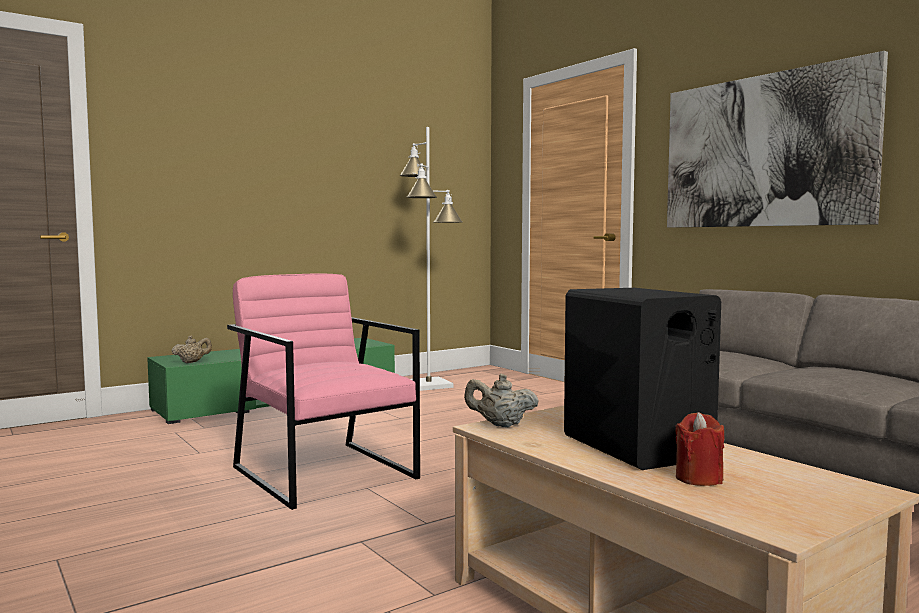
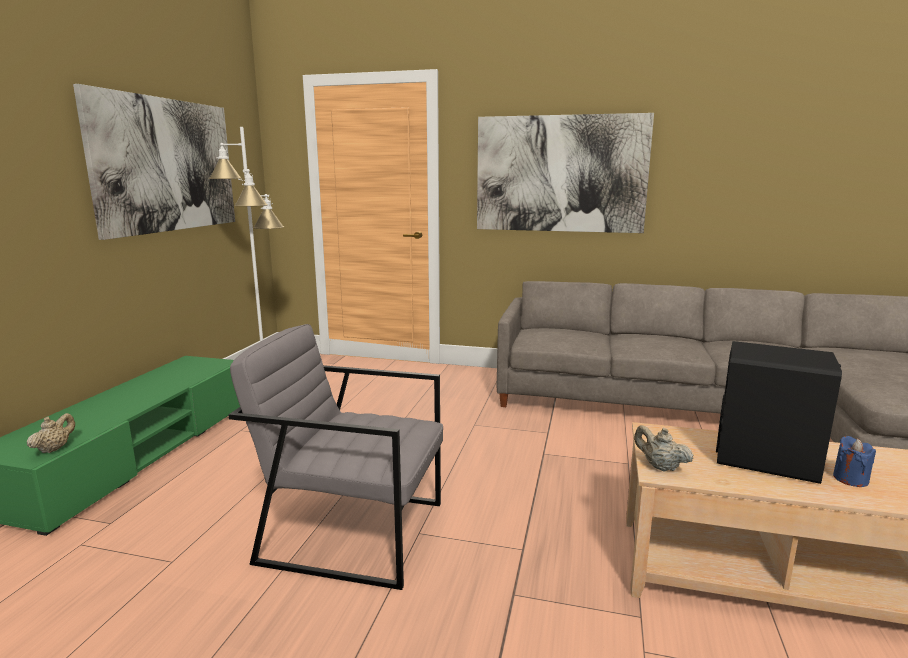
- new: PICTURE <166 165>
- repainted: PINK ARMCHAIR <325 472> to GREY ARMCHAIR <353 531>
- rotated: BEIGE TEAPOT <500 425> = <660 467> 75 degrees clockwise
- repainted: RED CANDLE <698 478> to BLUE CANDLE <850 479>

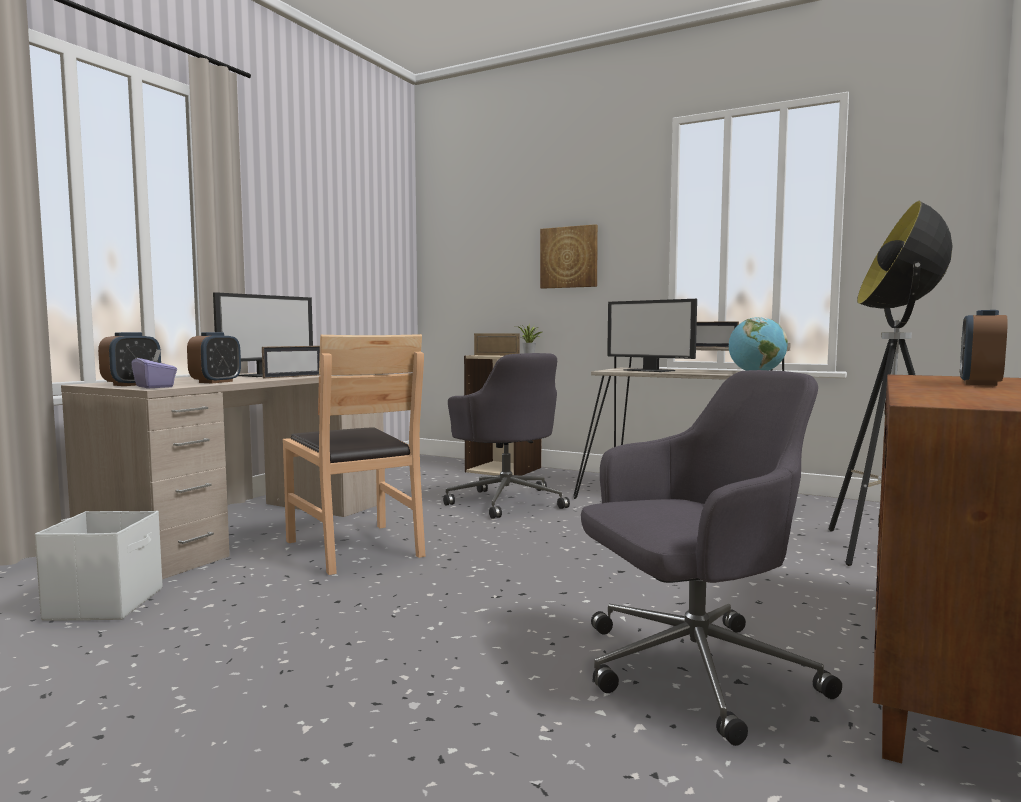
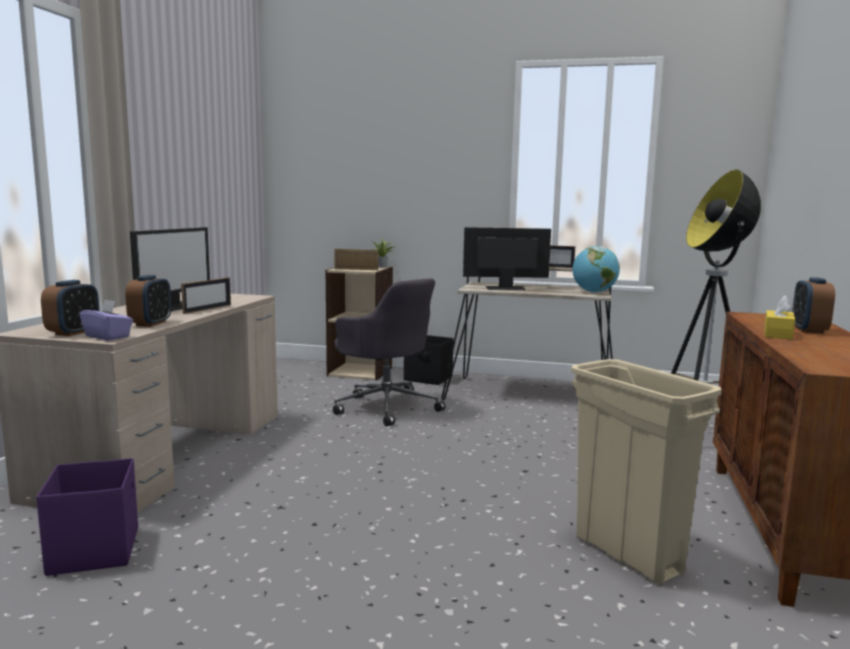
- repainted: WHITE STORAGE BOX <107 603> to PURPLE STORAGE BOX <95 550>
- new: BLACK STORAGE BOX <428 378>
- rotated: MONITOR <650 370> = <504 288> 150 degrees clockwise
- swapped: GREY OFFICE CHAIR <691 671> to BEIGE TRASH CAN <628 555>
- new: YELLOW TISSUE BOX <778 334>
- gone: BROWN CHAIR <355 548>
- gone: PICTURE <569 257>

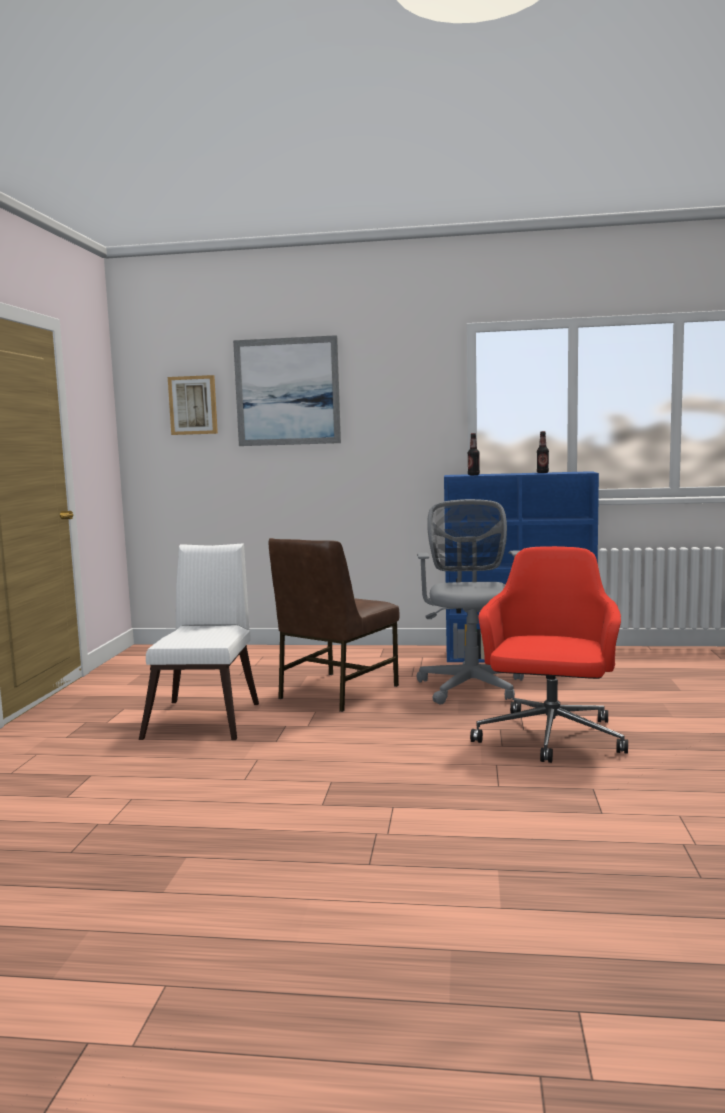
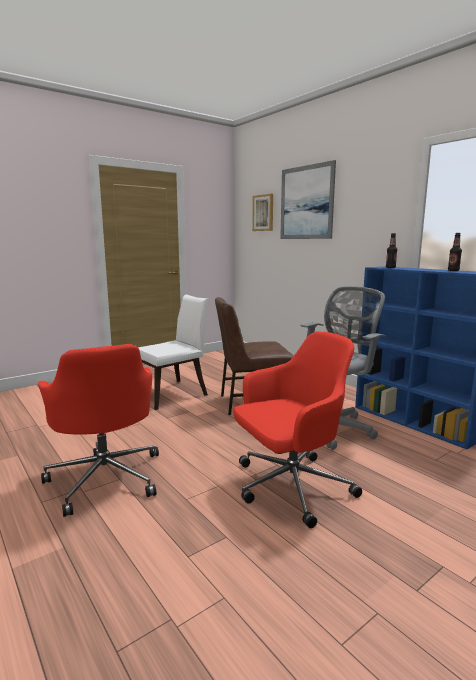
- new: RED OFFICE CHAIR <106 477>

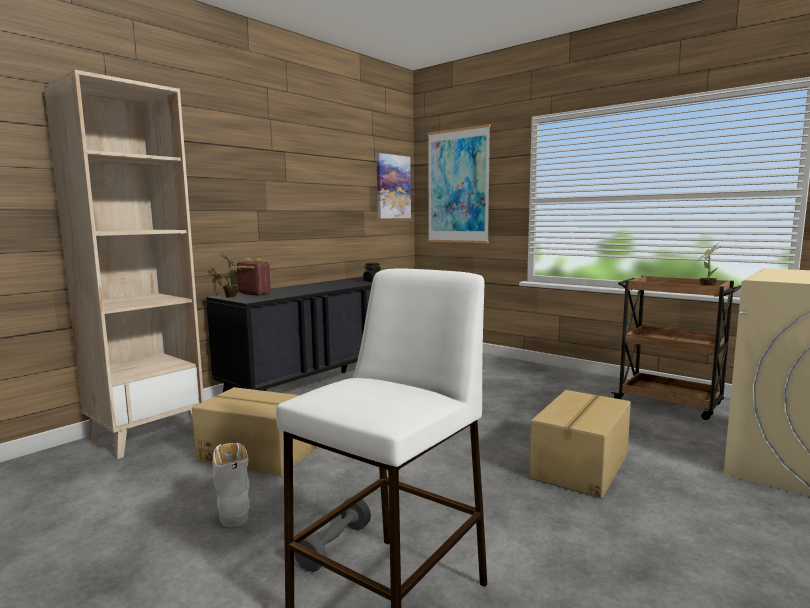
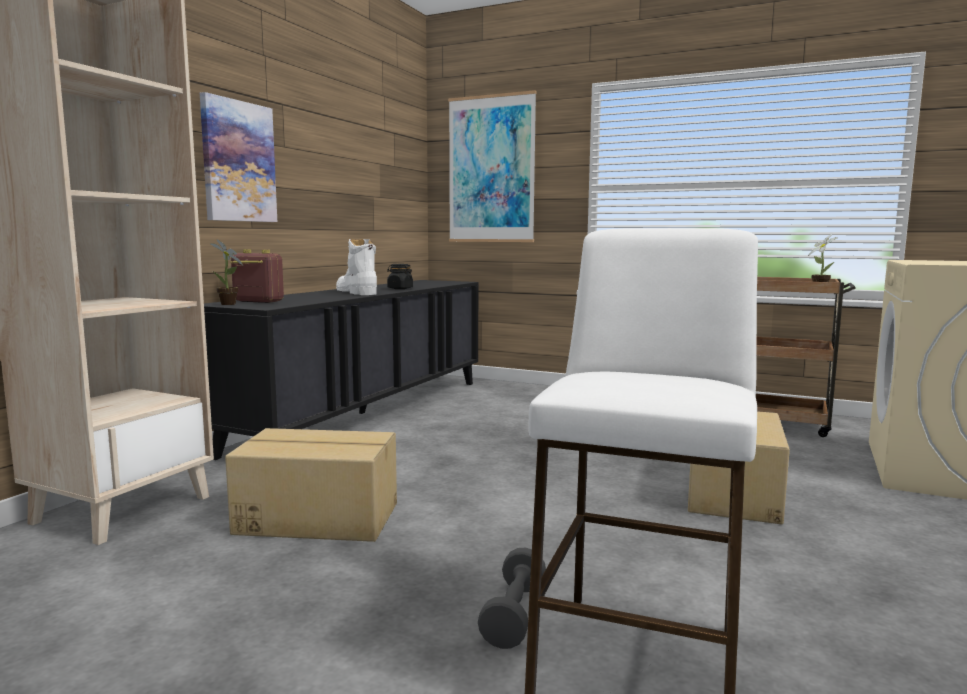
- shifted: PICTURE <393 187> to <238 162>
- shifted: WHITE BOOT <234 503> to <356 292>

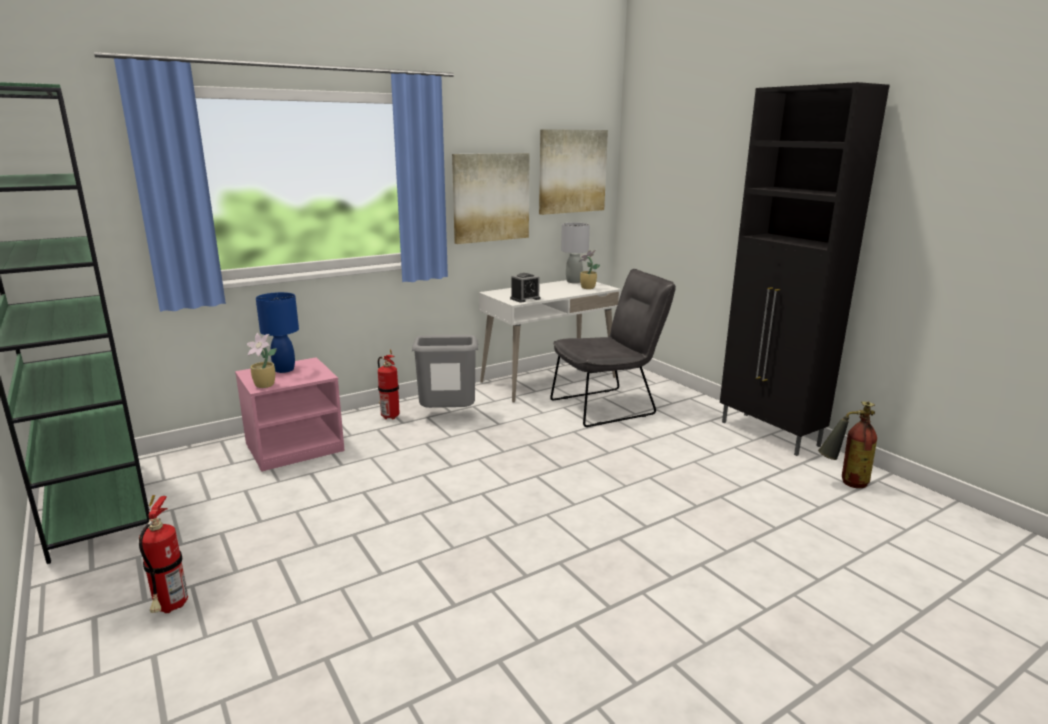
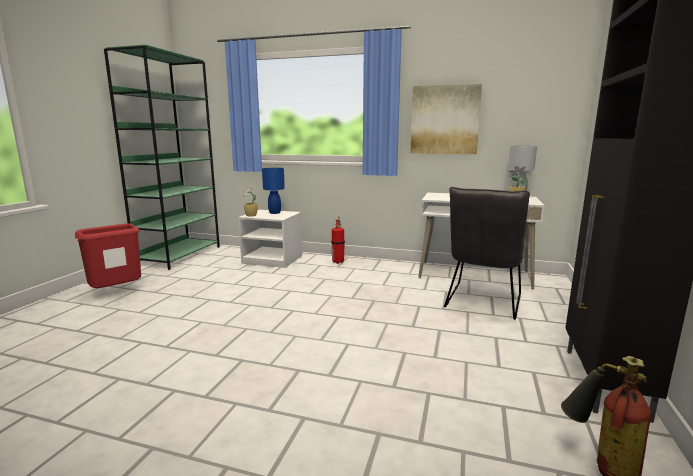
- swapped: FIRE EXTINGUISHER <170 608> to RED TRASH CAN <117 293>
- repainted: PINK NIGHTSTAND <295 447> to WHITE NIGHTSTAND <273 260>
- rotated: GREY CHAIR <608 406> = <482 303> 90 degrees clockwise
- gone: GREY TRASH CAN <447 416>
- gone: ALARM CLOCK <525 299>
- gone: PICTURE <572 171>

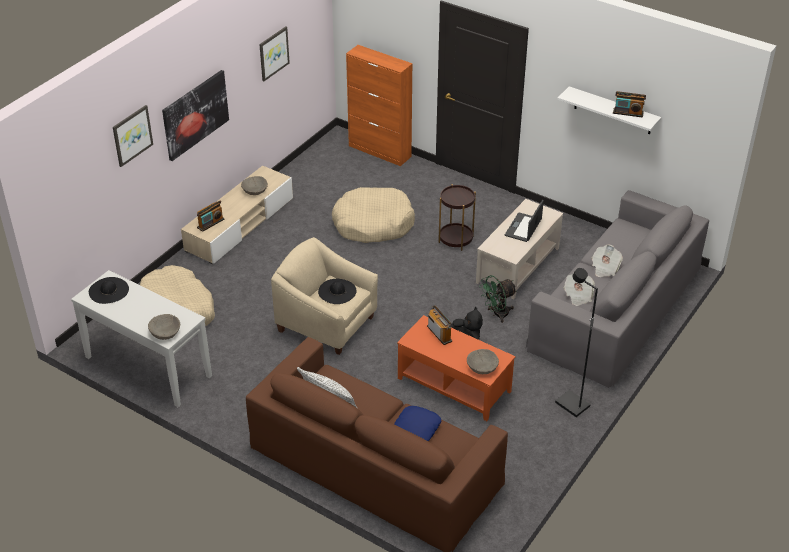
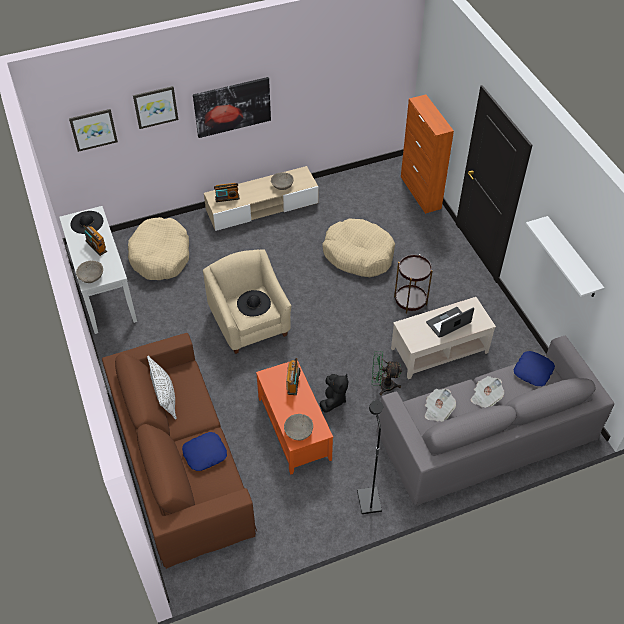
- shifted: PICTURE <273 53> to <93 129>
- shifted: RADIO <628 113> to <96 246>
- new: BLUE PILLOW <533 371>

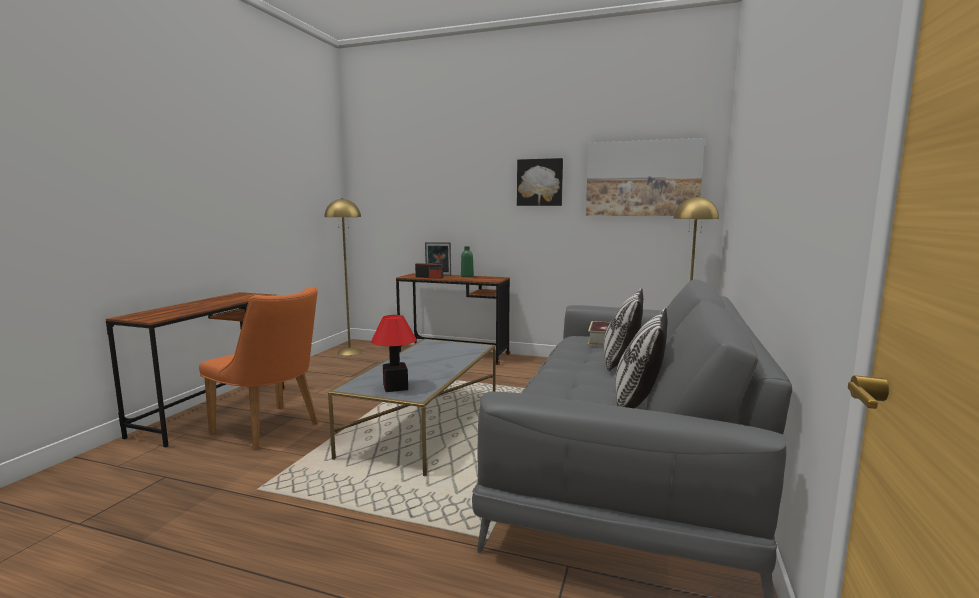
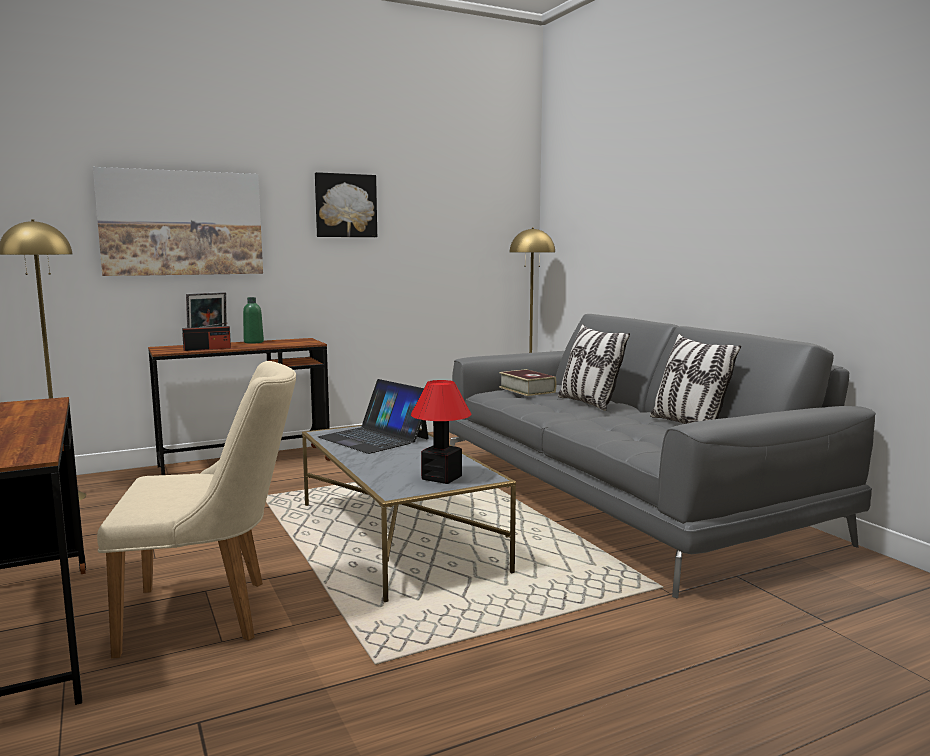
- shifted: PICTURE <642 178> to <182 223>
- repainted: ORANGE CHAIR <272 429> to BEIGE CHAIR <212 613>
- new: LAPTOP <374 438>

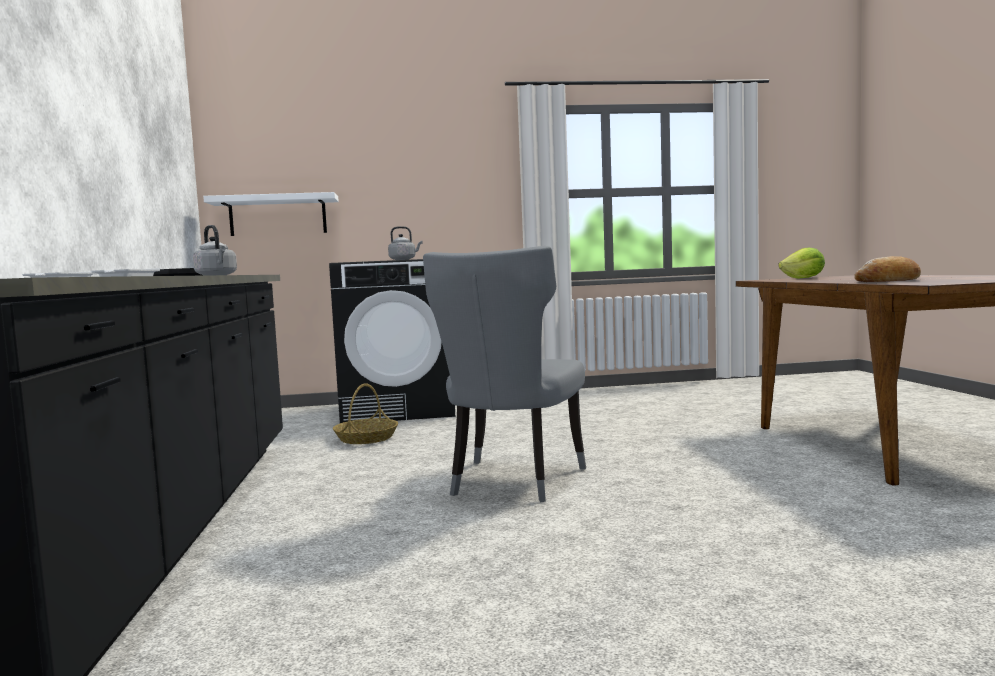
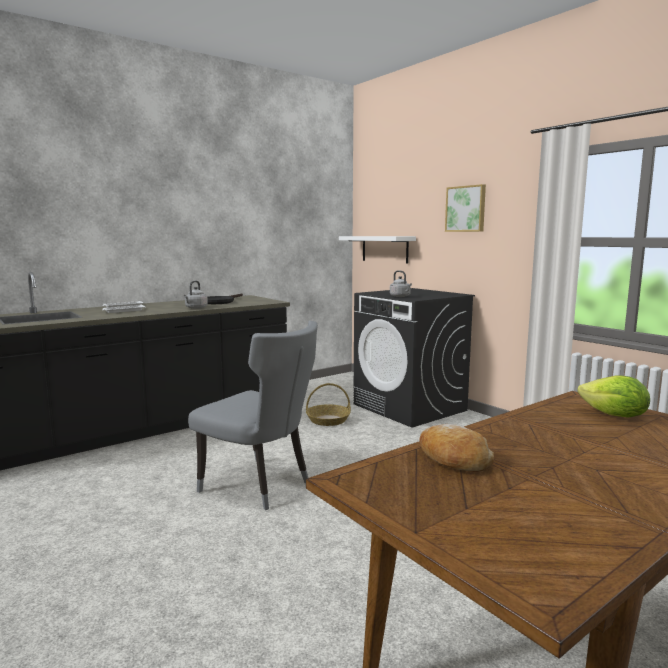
- rotated: GREY CHAIR <512 482> = <260 486> 135 degrees counterclockwise
- new: PICTURE <466 209>

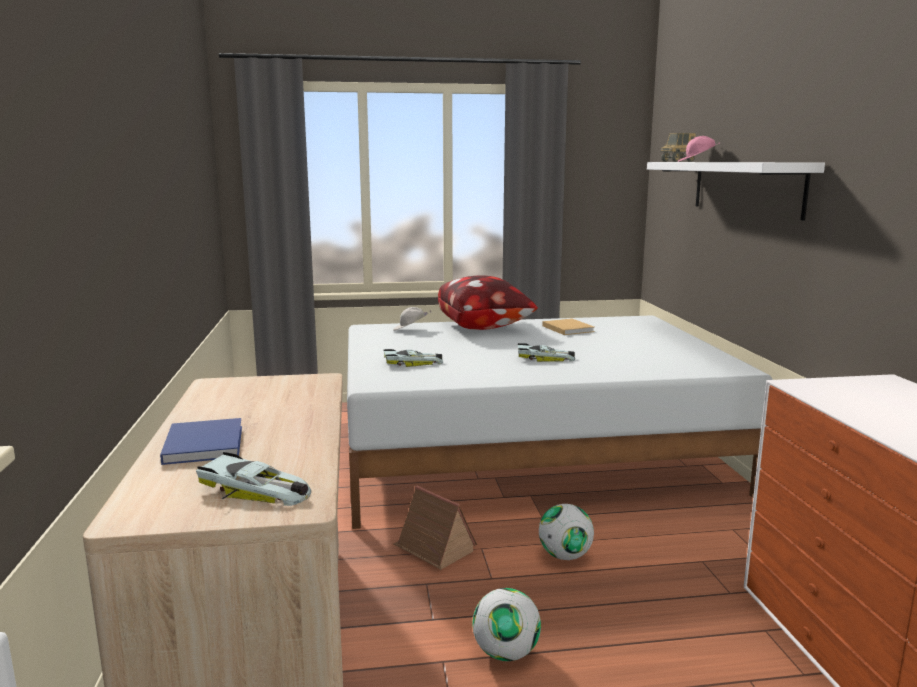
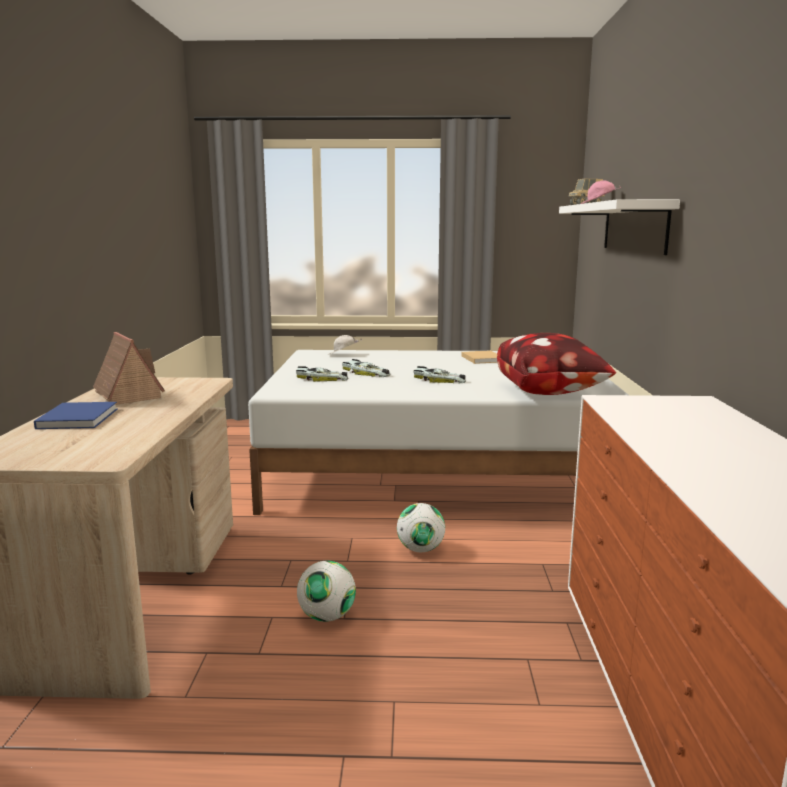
- shifted: TOY HOUSE <434 548> to <127 395>
- shifted: TOY CAR <256 490> to <366 373>
- shifted: PILLOW <484 327> to <549 392>

